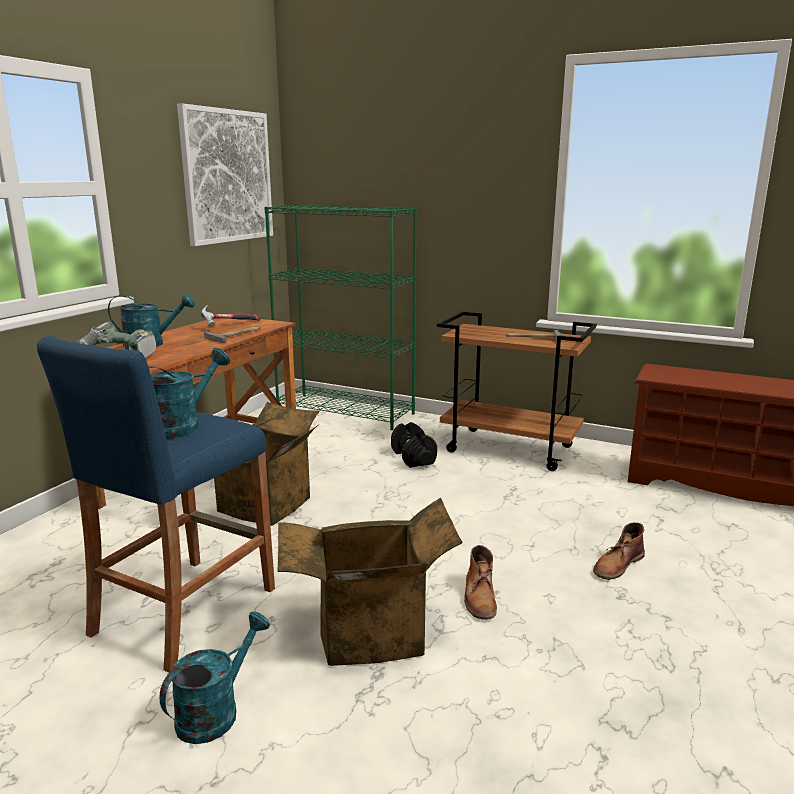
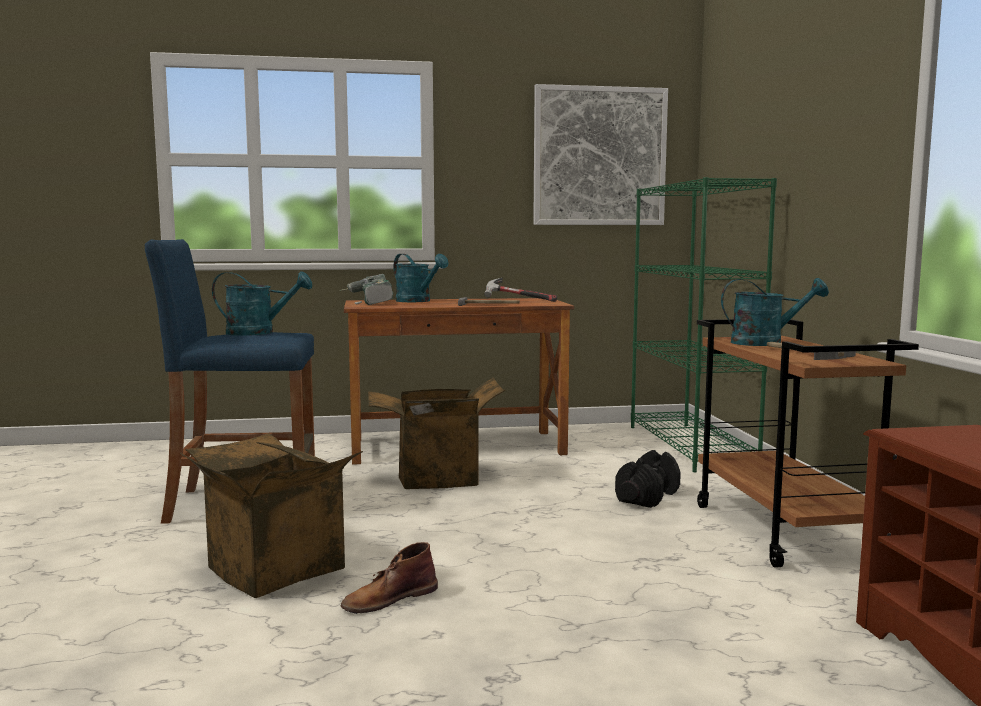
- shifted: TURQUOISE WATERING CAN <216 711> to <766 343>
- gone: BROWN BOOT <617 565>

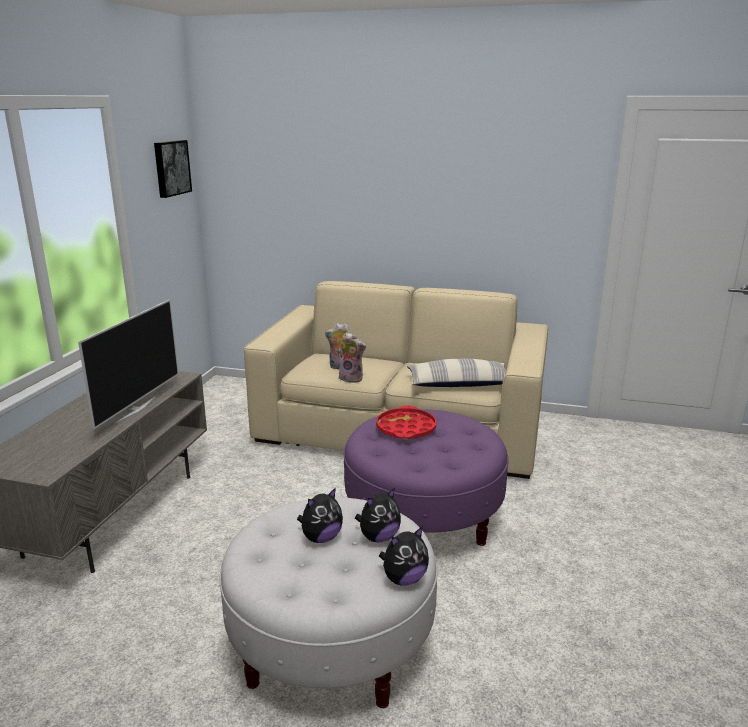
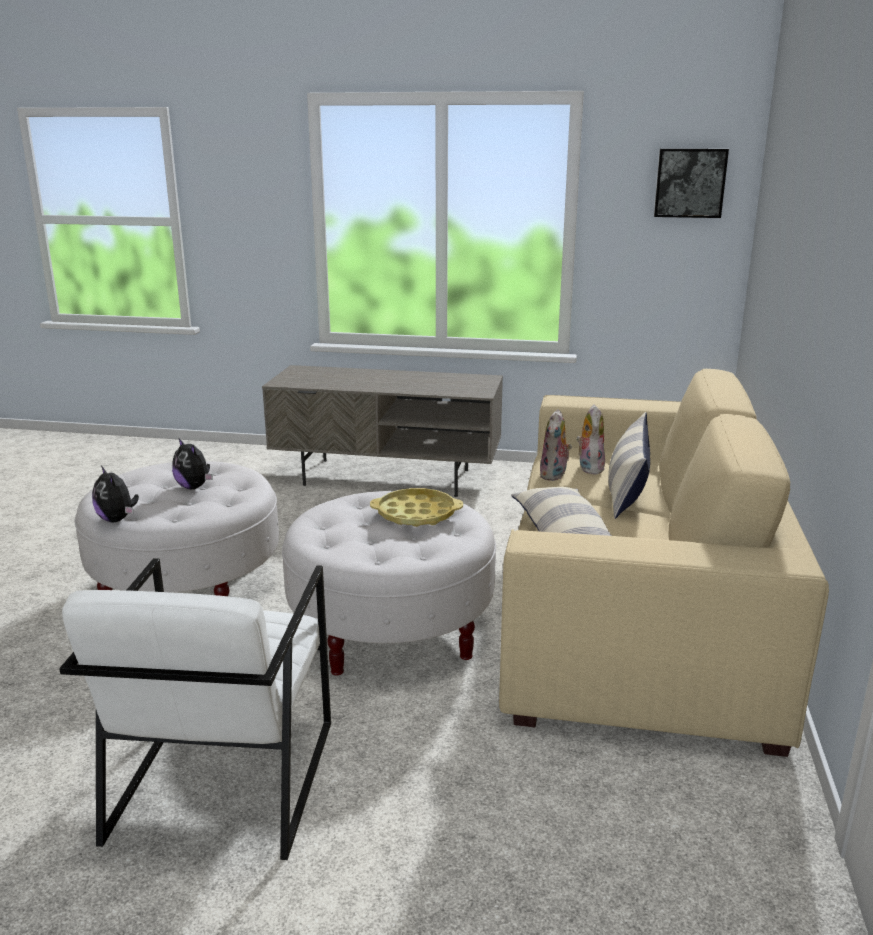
- new: WHITE ARMCHAIR <223 779>
- repainted: PURPLE OTTOMAN <423 518> to WHITE OTTOMAN <391 630>
- repainted: RED TRAY <406 429> to YELLOW TRAY <416 514>
- new: PILLOW <626 491>
- gone: TELEVISION <135 409>
- gone: PLUSH TOY <378 537>

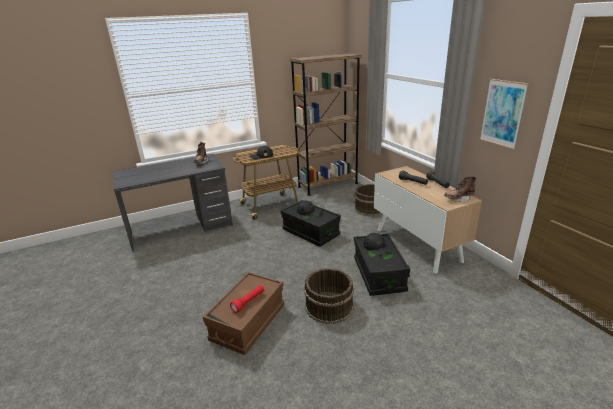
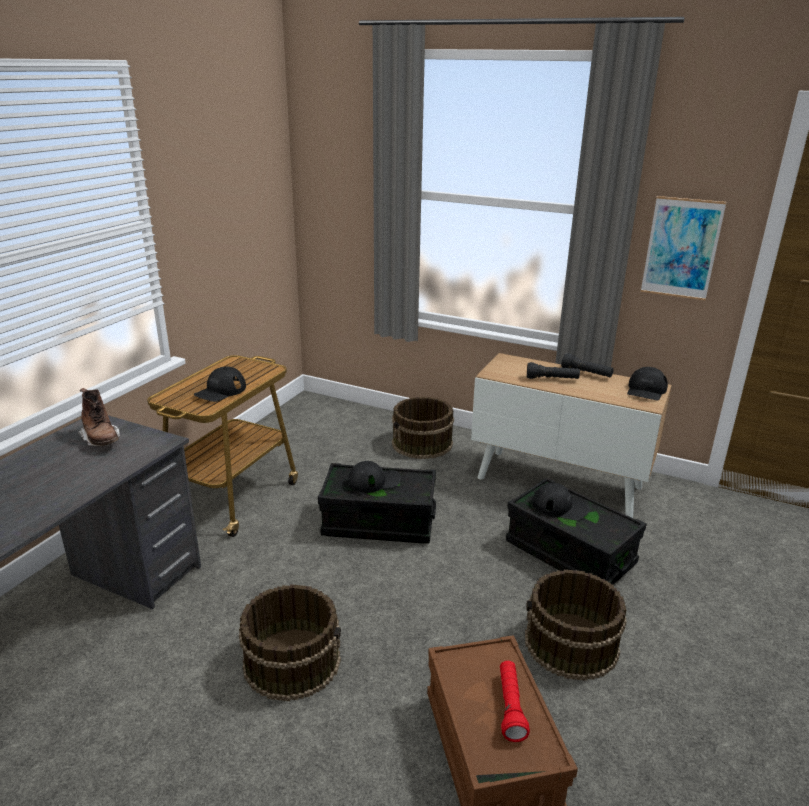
- new: BROWN BUCKET <292 661>
- swapped: BROWN BOOT <458 199> to BLACK CAP <646 390>
- gone: BROWN BOOKCASE <327 185>

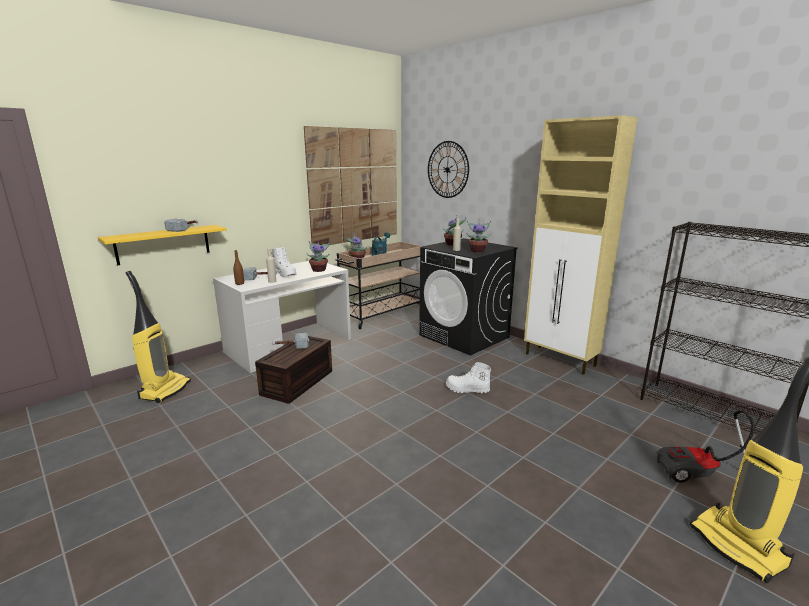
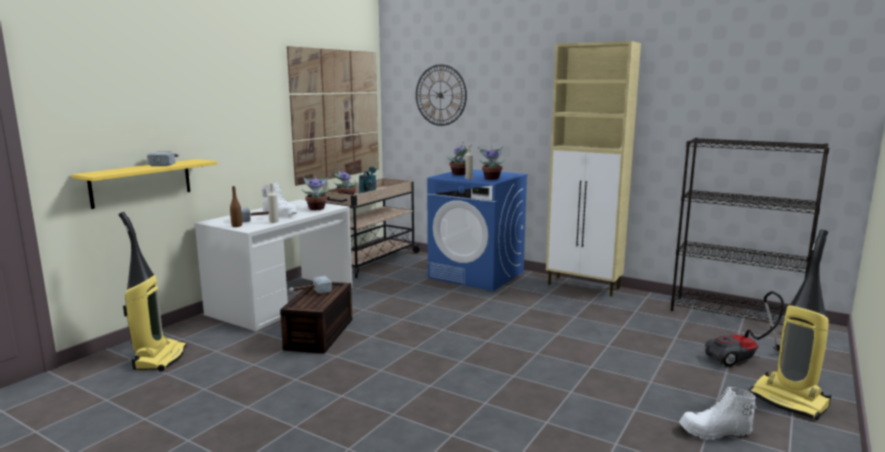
- repainted: BLACK WASHING MACHINE <464 336> to BLUE WASHING MACHINE <477 275>
- shifted: WHITE BOOT <467 390> to <715 432>

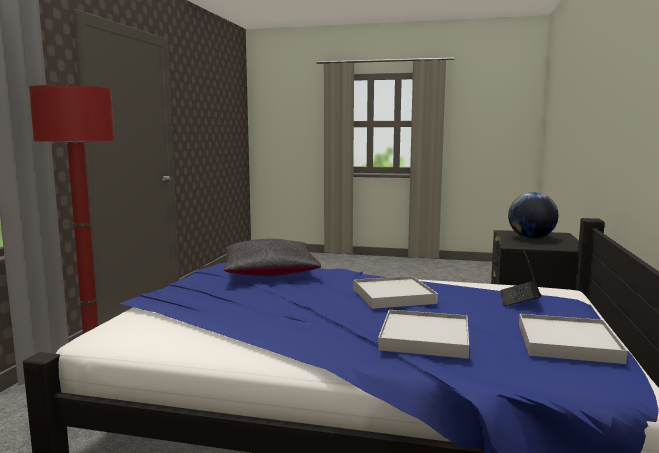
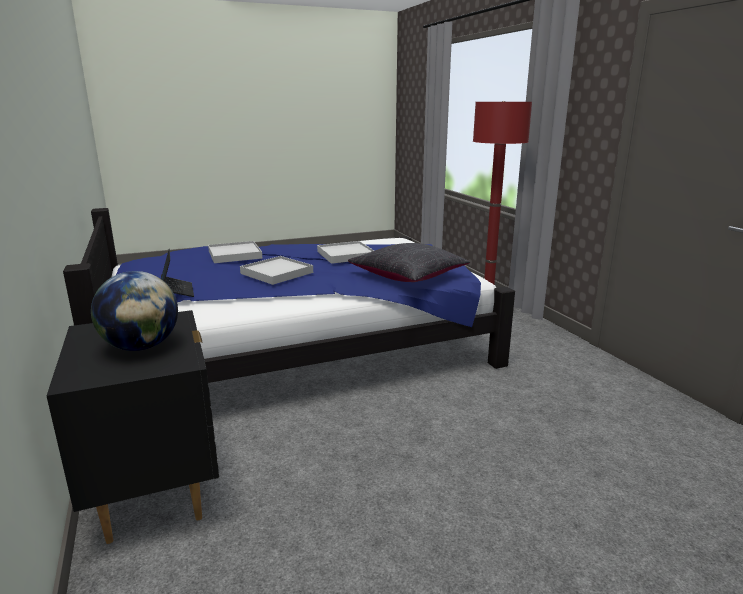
- shifted: WHITE TRAY <567 342> to <346 255>

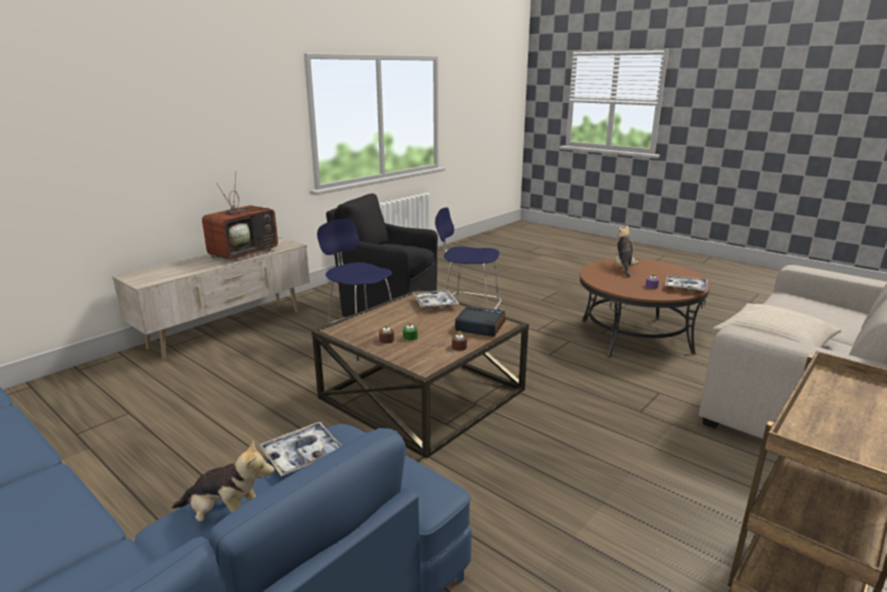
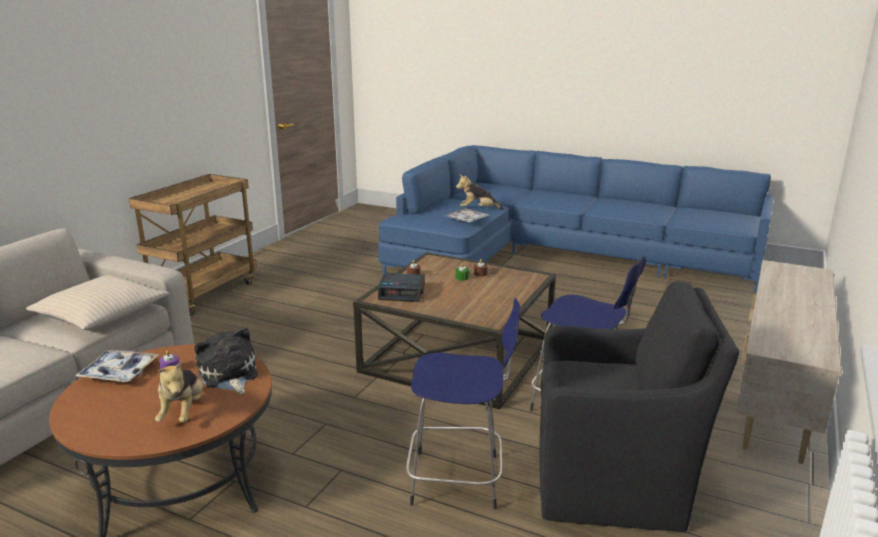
- new: PLUSH TOY <229 376>
- gone: TELEVISION <244 253>
- gone: TRAY <435 303>

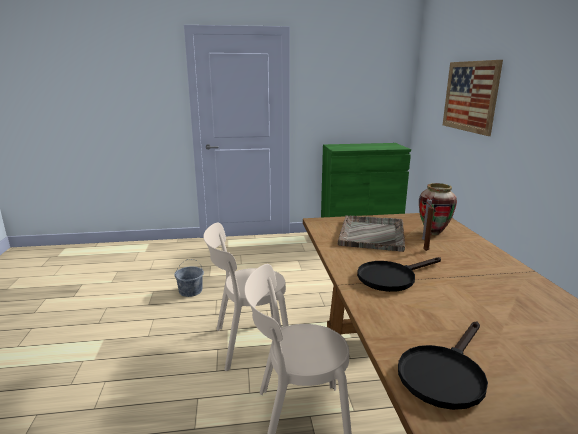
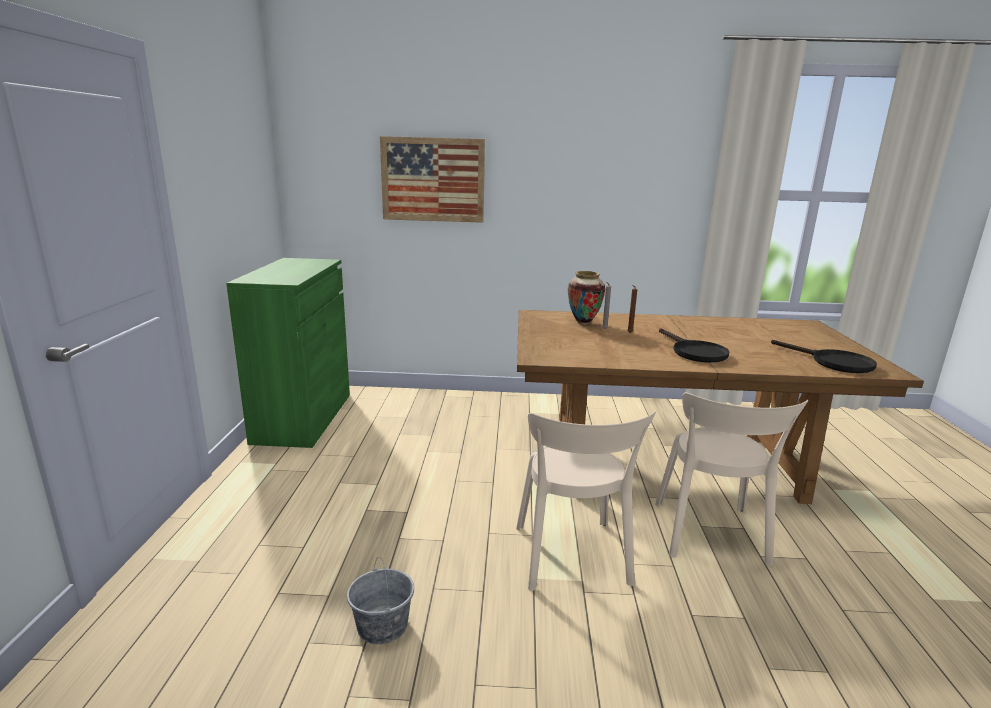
- gone: GREY TRAY <372 234>

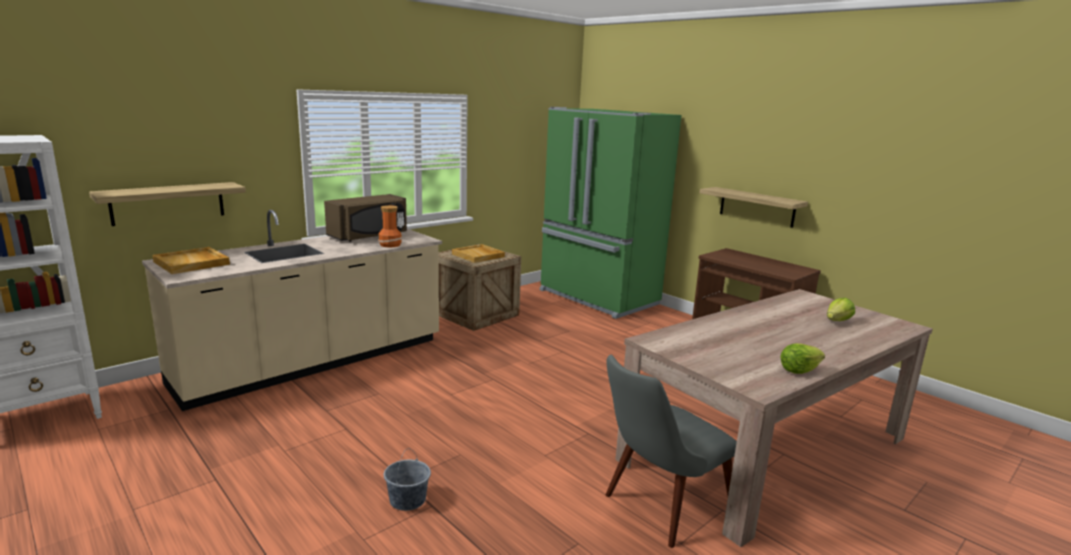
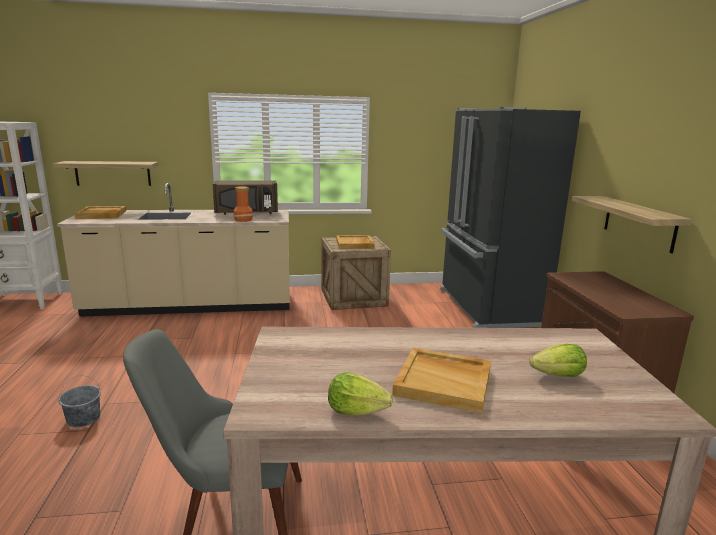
- new: BEIGE TRAY <444 382>
- repainted: GREEN FRIDGE <597 298> to BLACK FRIDGE <487 307>

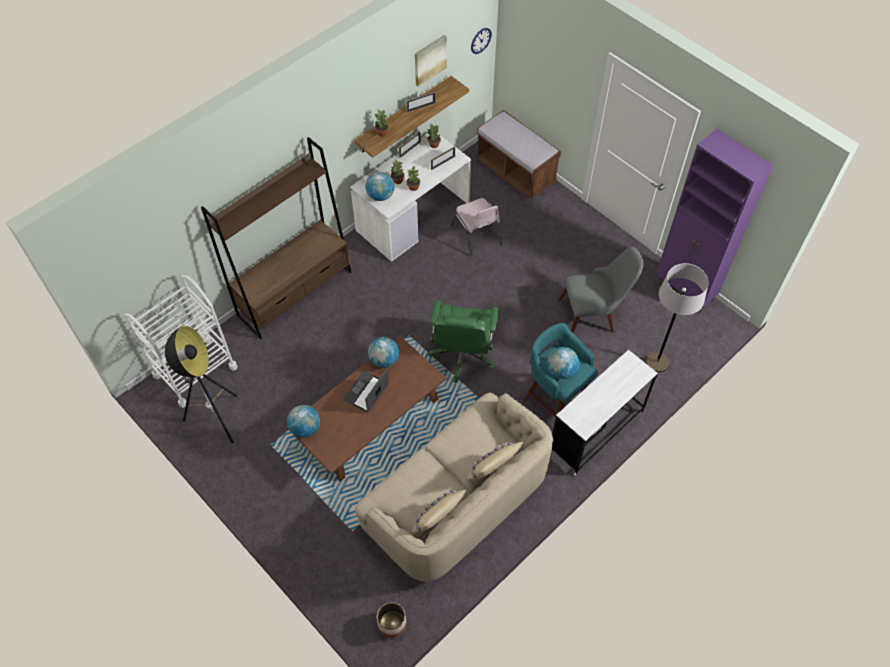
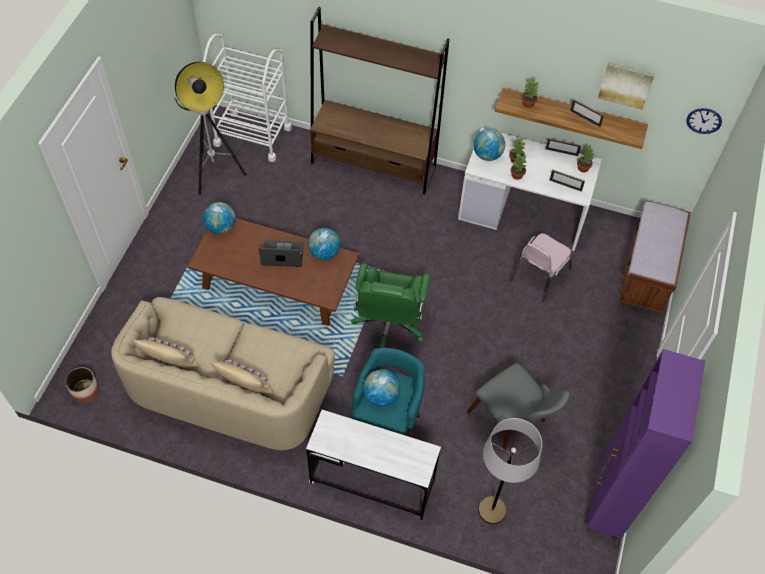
- rotated: GREEN OFFICE CHAIR <462 355> = <389 324> 60 degrees counterclockwise

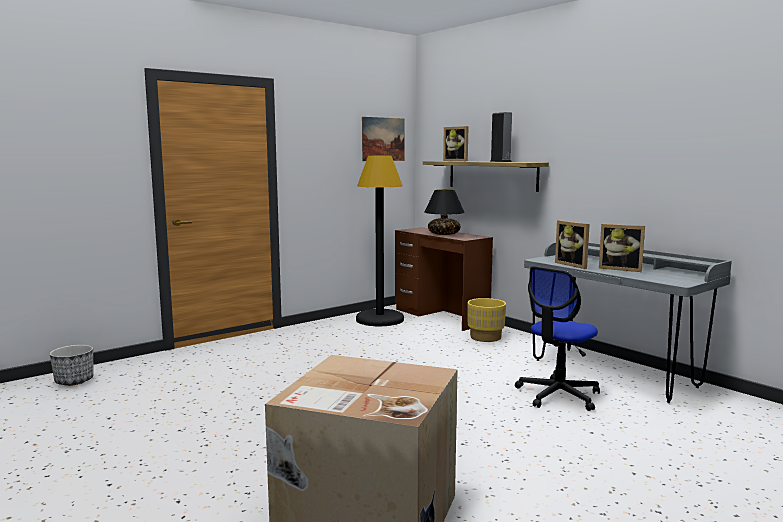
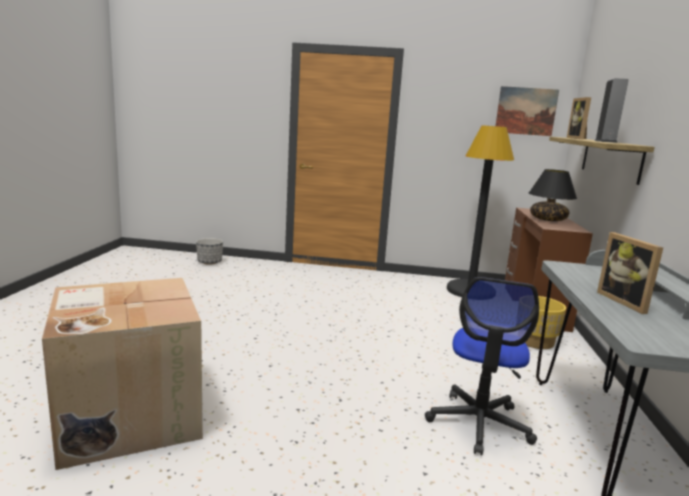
- rotated: OFFICE CHAIR <558 395> = <479 423> 75 degrees counterclockwise
- gone: PICTURE FRAME <573 265>

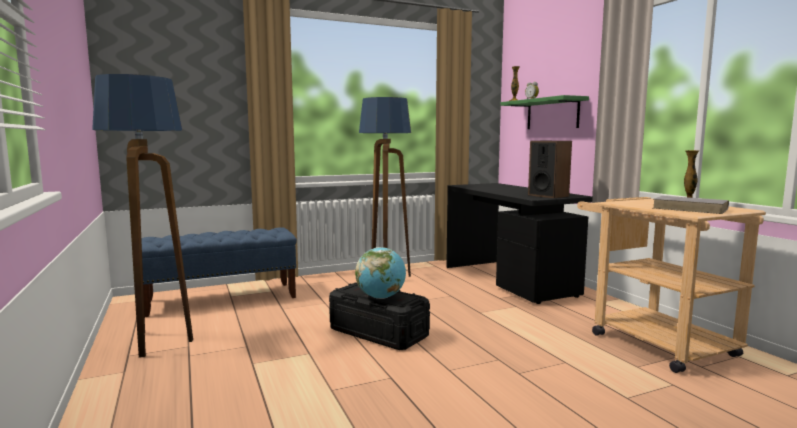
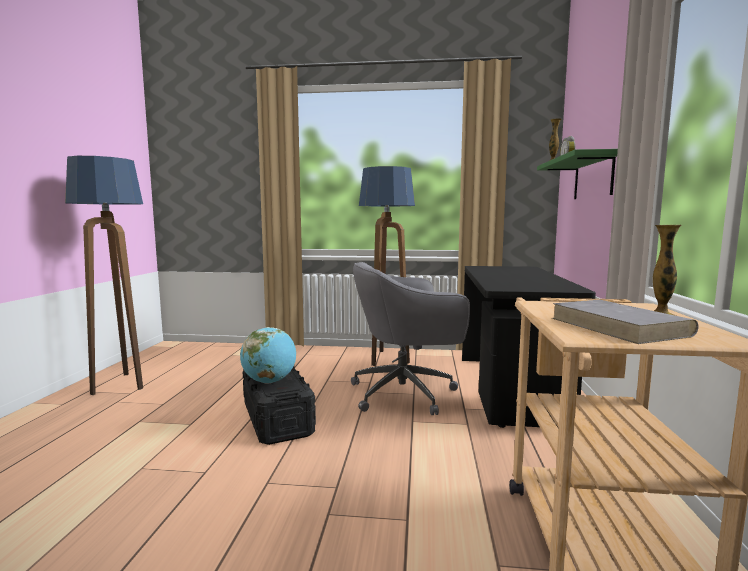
- new: GREY OFFICE CHAIR <406 393>
- gone: BLUE BENCH <222 299>
- gone: SPEAKER <548 195>

